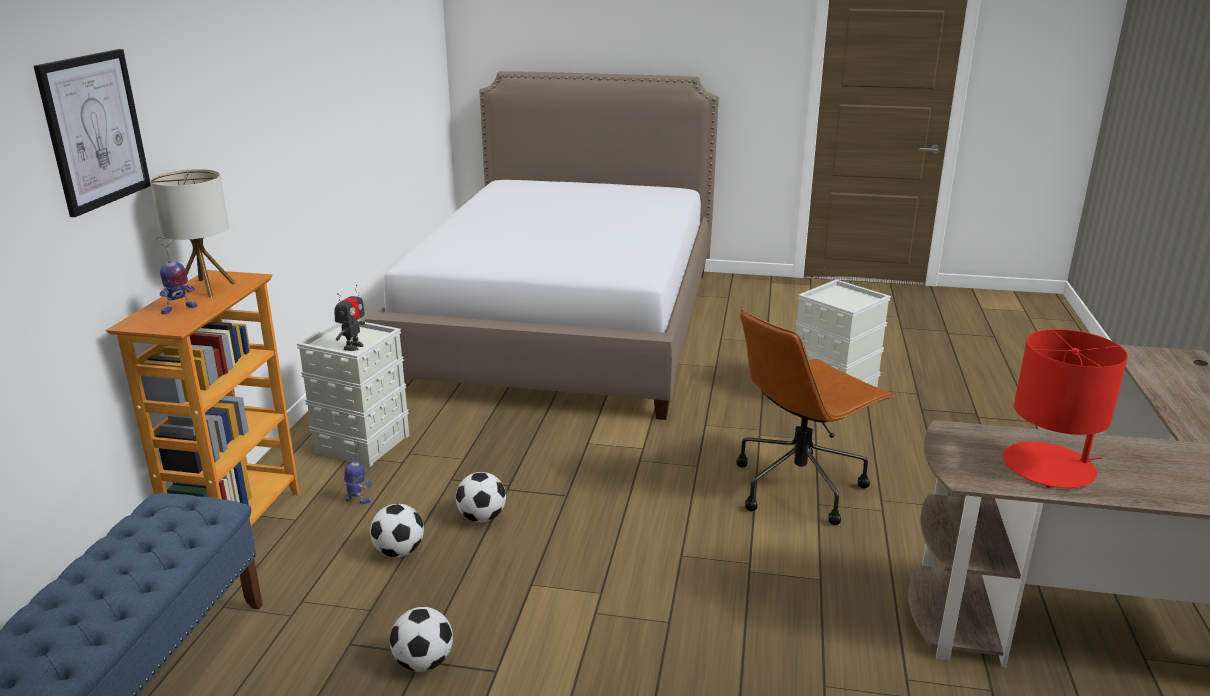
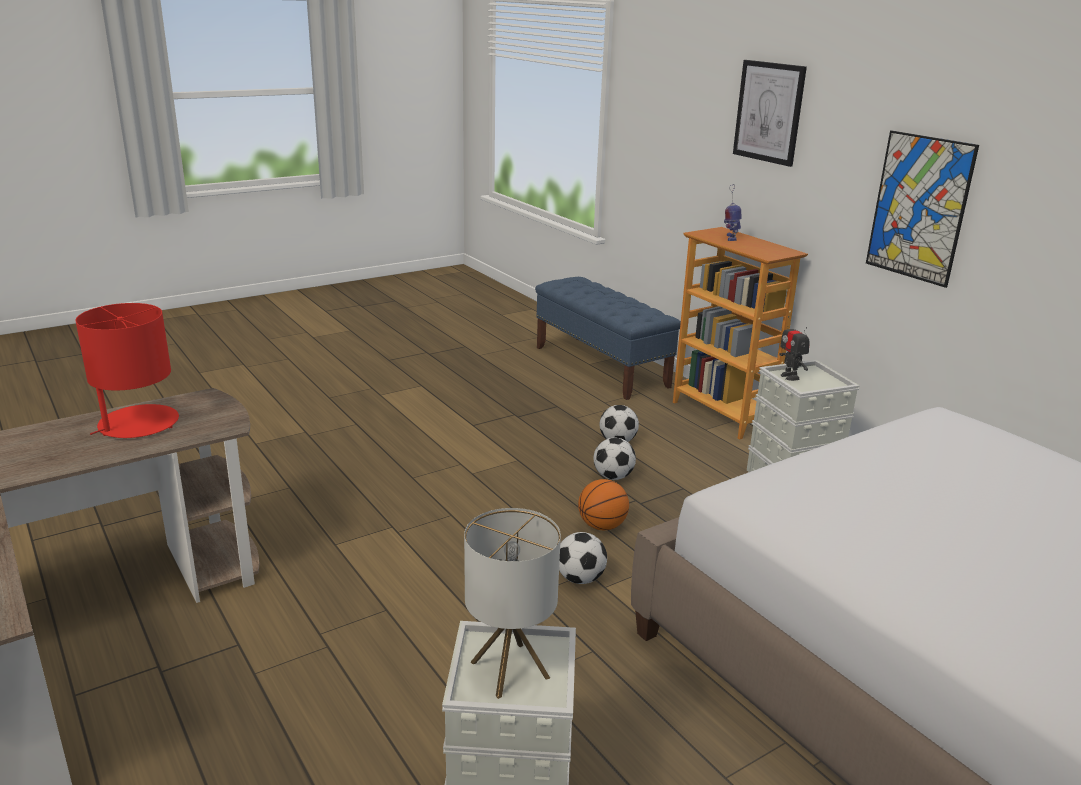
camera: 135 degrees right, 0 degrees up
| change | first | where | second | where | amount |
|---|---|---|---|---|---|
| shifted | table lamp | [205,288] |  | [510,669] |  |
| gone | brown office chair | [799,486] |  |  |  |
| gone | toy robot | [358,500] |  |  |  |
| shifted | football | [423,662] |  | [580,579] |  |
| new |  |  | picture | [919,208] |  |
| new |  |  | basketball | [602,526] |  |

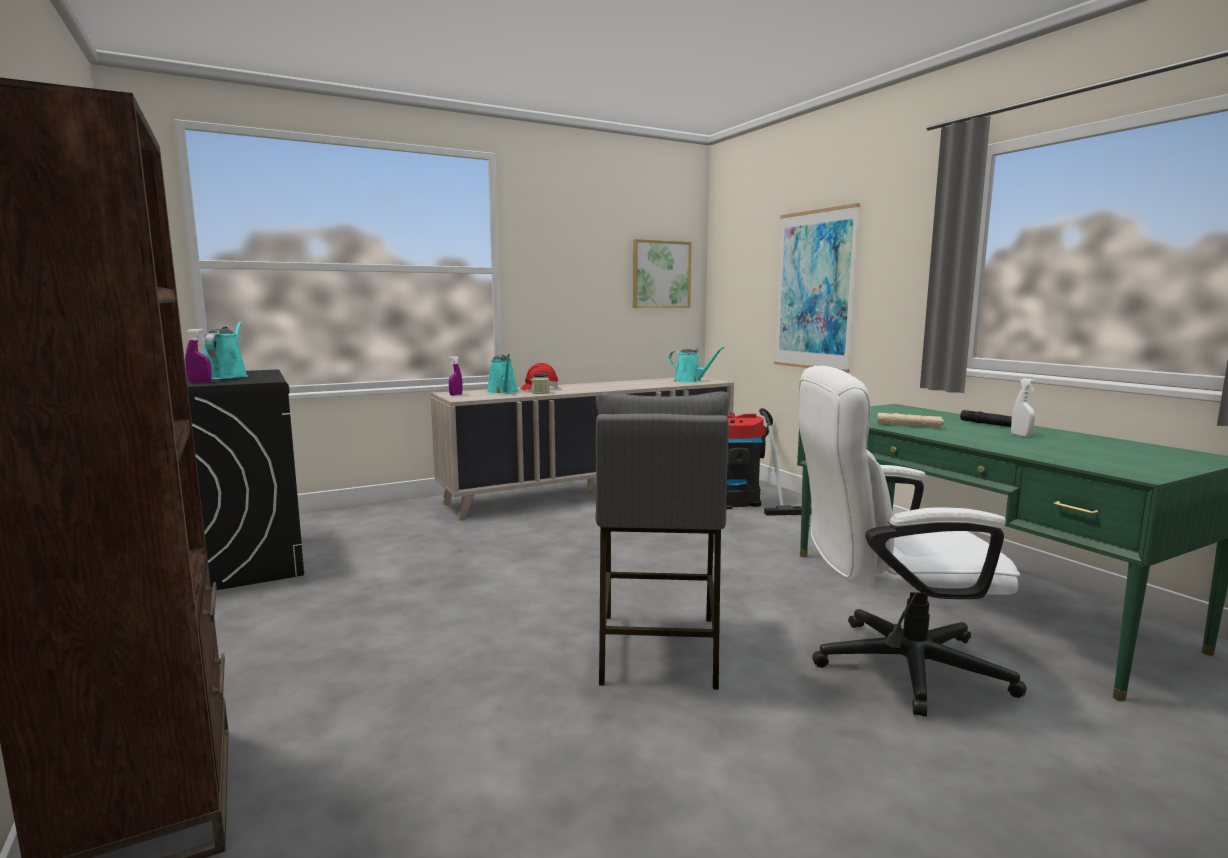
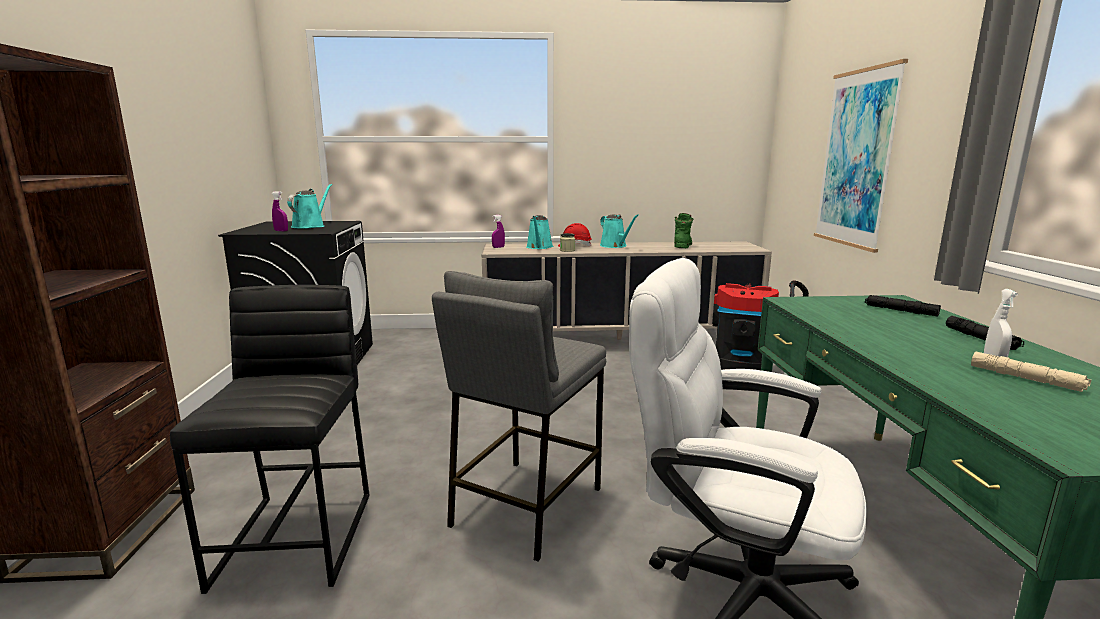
camera: 25 degrees right, 5 degrees up
| change | first | where | second | where | amount |
|---|---|---|---|---|---|
| gone | picture | [661,274] |  |  |  |
| shifted | turquoise watering can | [690,381] |  | [615,246] |  |
| shifted | beige flashlight | [909,425] |  | [1026,379] |  |
| new |  |  | green boot | [682,245] |  |
| new |  |  | black stool | [298,537] |  |
| new |  |  | black flashlight | [900,310] |  |

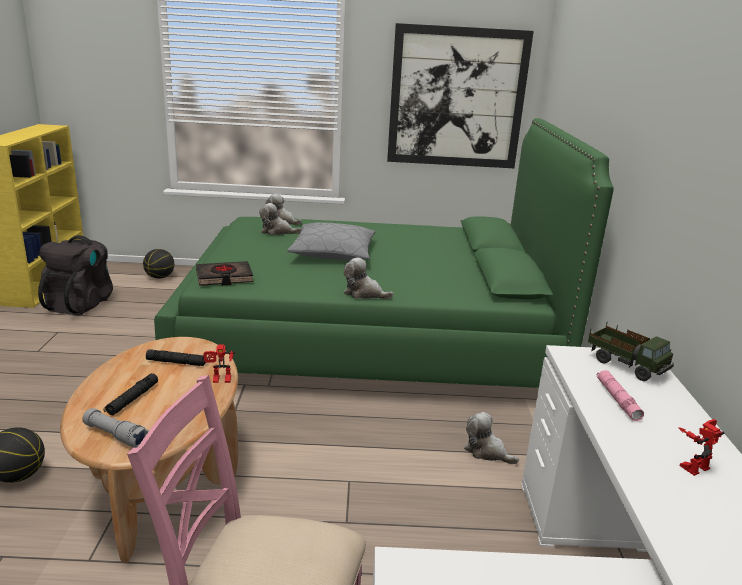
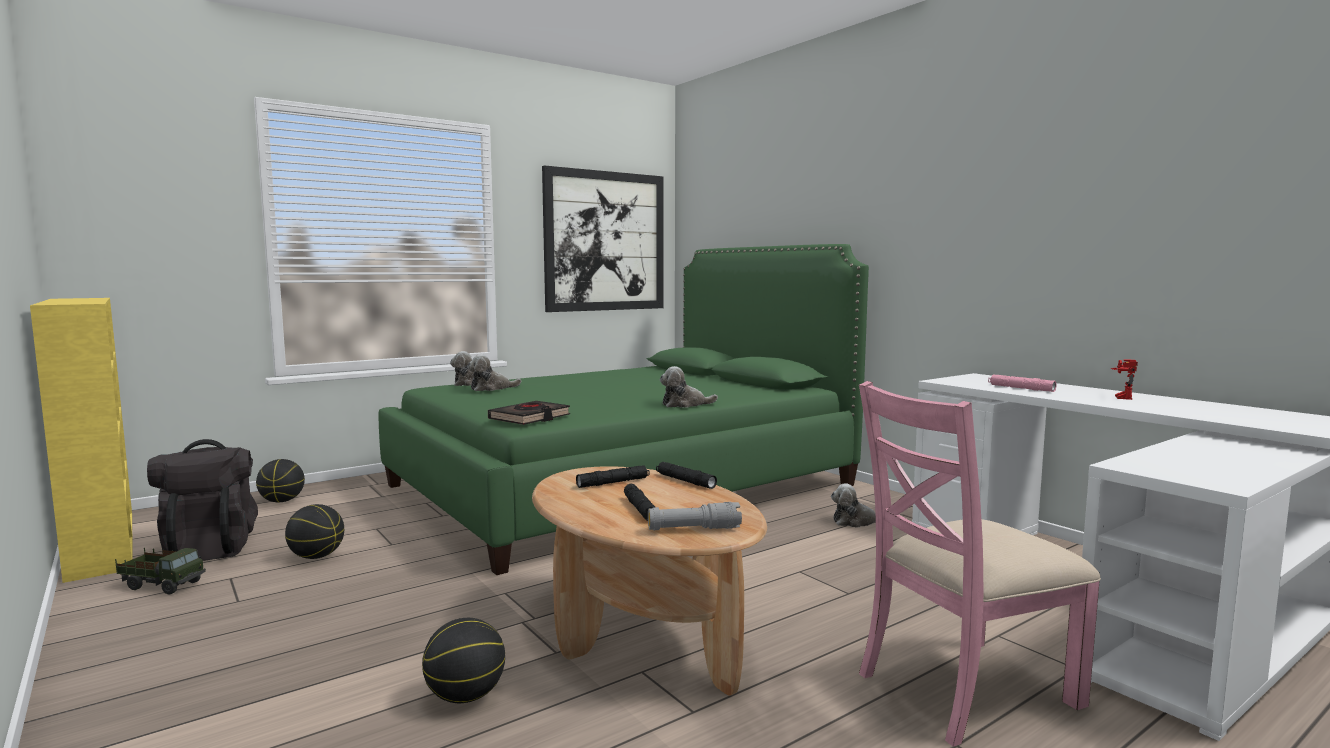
camera: 35 degrees left, 15 degrees down
| change | first | where | second | where | amount |
|---|---|---|---|---|---|
| gone | grey pillow | [333,252] |  |  |  |
| shifted | toy truck | [626,365] |  | [163,585] |  |
| swapped | toy robot | [220,381] | black flashlight | [685,481] |  |
| new |  |  | basketball | [317,556] |  |

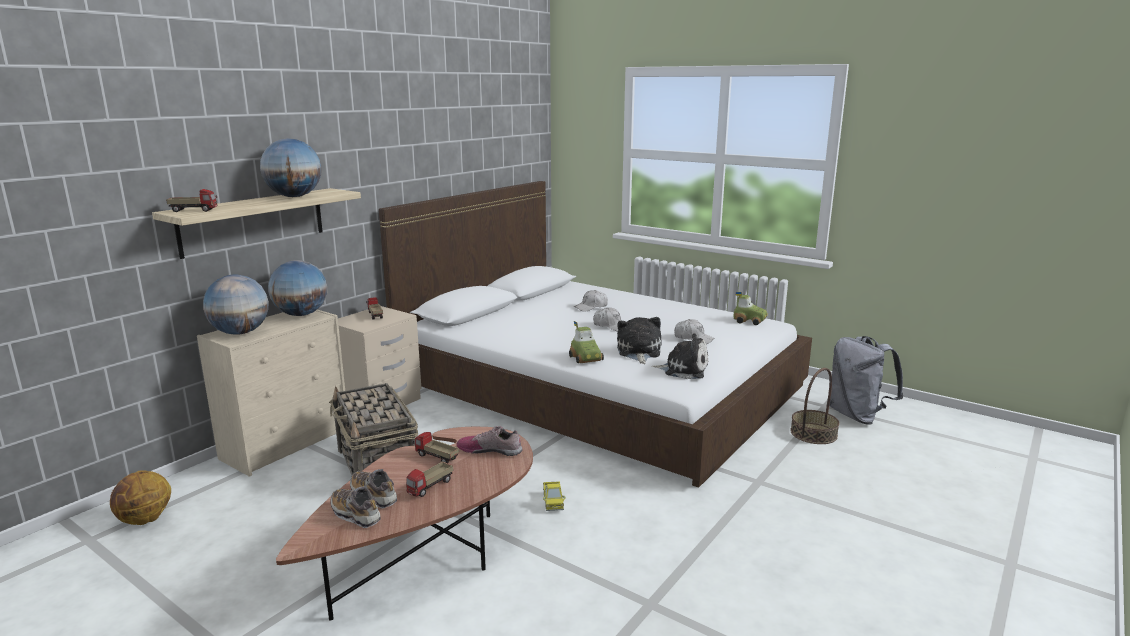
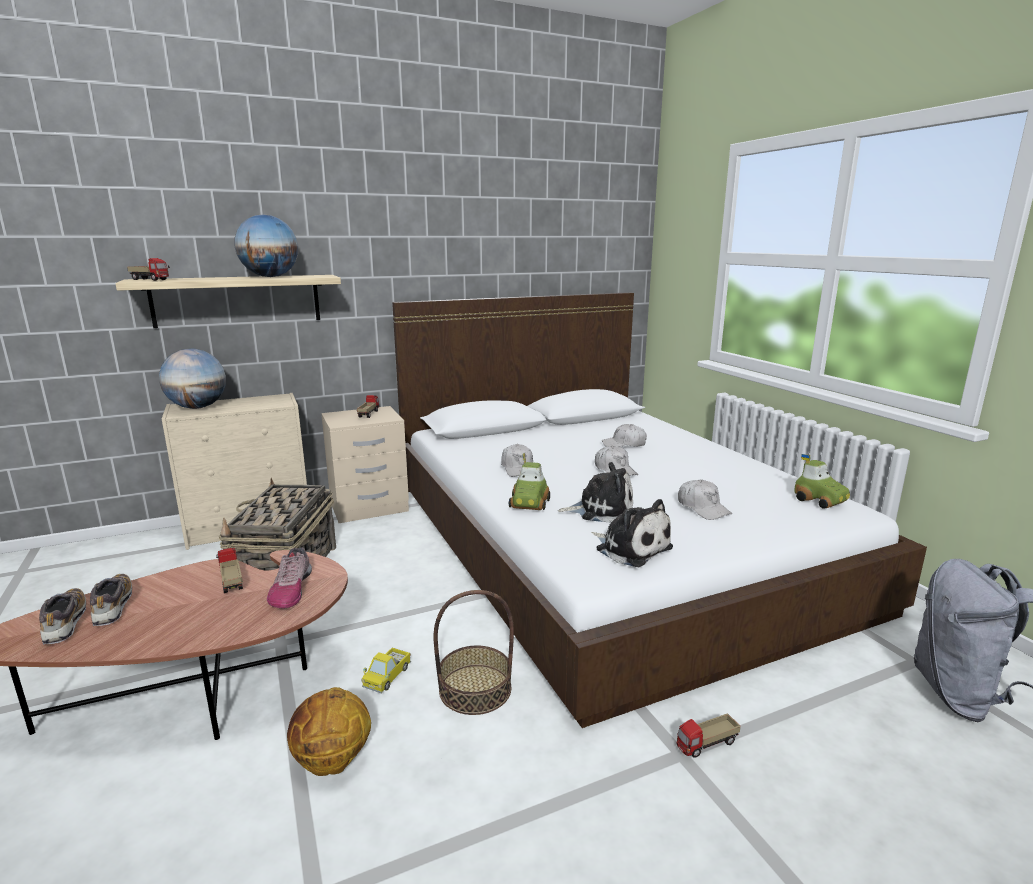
camera: 30 degrees right, 0 degrees up
| change | first | where | second | where | amount |
|---|---|---|---|---|---|
| gone | globe | [301,314] |  |  |  |
| rotated | plush toy | [638,352] |  | [601,510] | 60 degrees clockwise |
| shifted | basket | [813,433] |  | [475,689] |  |
| rotated | shoe | [490,450] |  | [291,589] | 135 degrees counterclockwise |
| shifted | toy truck | [430,487] |  | [707,745] |  |
| shifted | basketball | [145,520] |  | [332,761] |  |
| new |  |  | white cap | [518,468] |  |

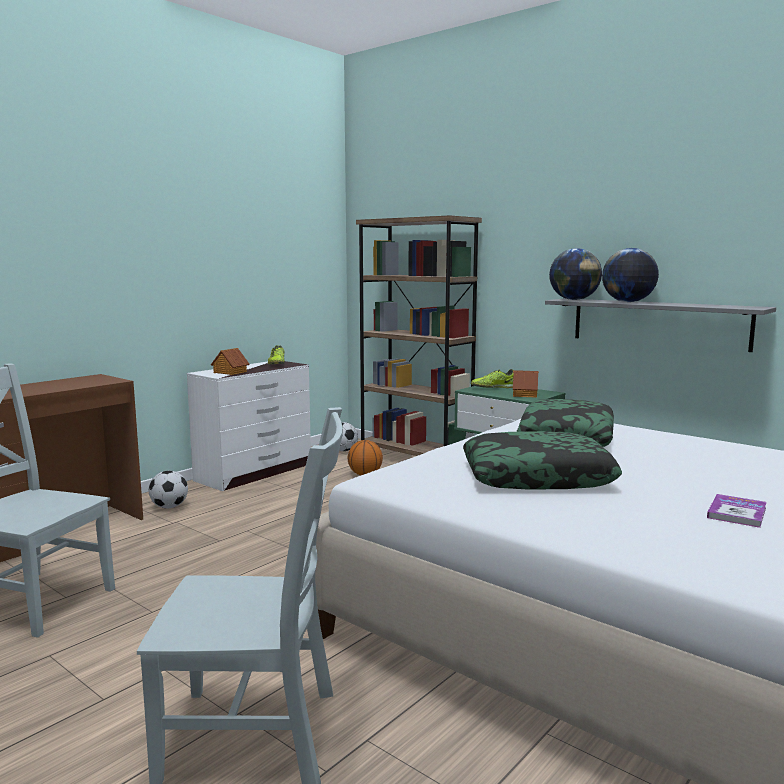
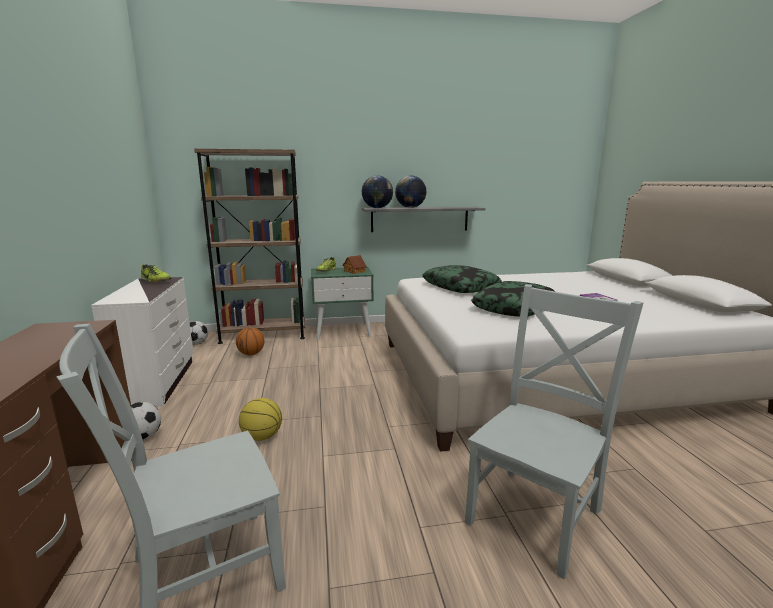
camera: 50 degrees left, 5 degrees up
| change | first | where | second | where | amount |
|---|---|---|---|---|---|
| gone | toy house | [229,372] |  |  |  |
| new |  |  | basketball | [262,437] |  |

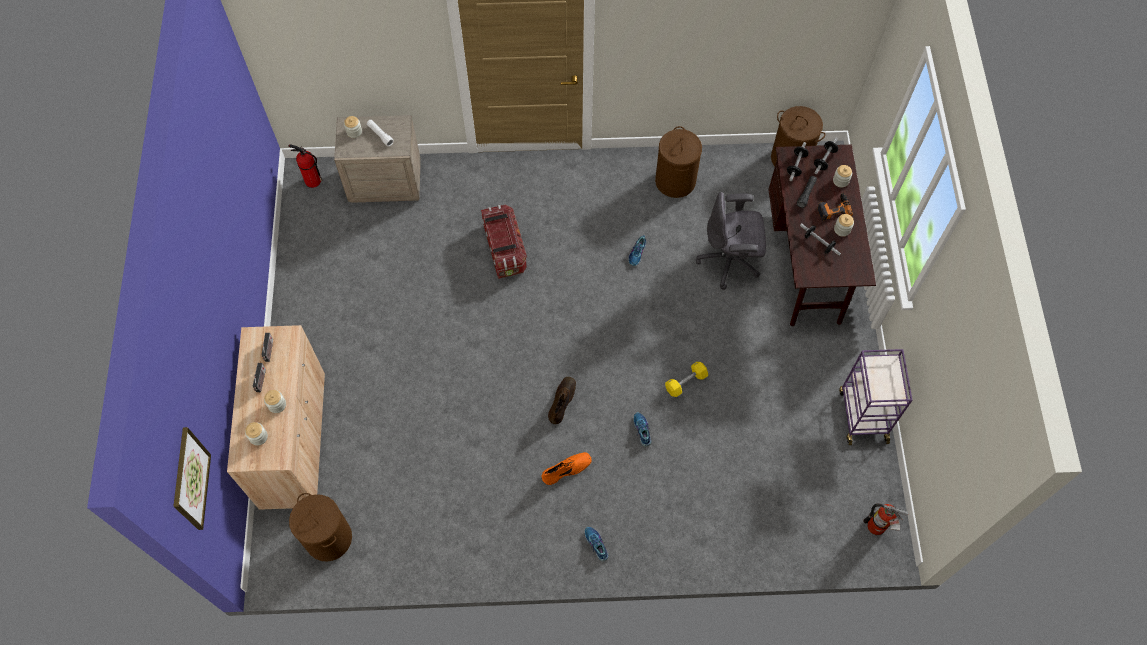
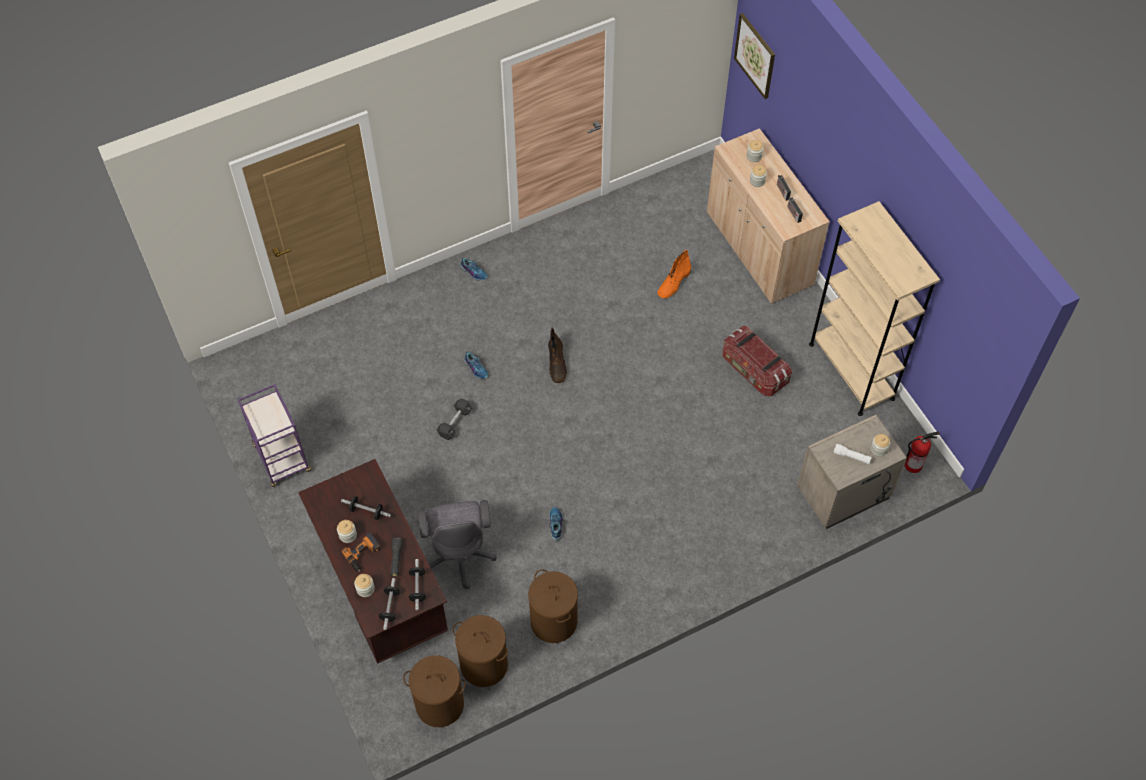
camera: 155 degrees right, 5 degrees down
| change | first | where | second | where | amount |
|---|---|---|---|---|---|
| rotated | grey office chair | [730,261] |  | [460,555] | 105 degrees clockwise |
| shifted | storage box | [504,248] |  | [753,370] |  |
| repainted | yellow dumbbell | [686,382] | black dumbbell | [455,423] |  |
| shifted | orange boot | [567,469] |  | [673,283] |  |
| shifted | brown laundry basket | [328,538] |  | [483,664] |  |
| gone | fire extinguisher | [878,529] |  |  |  |
| new |  |  | beige bookcase | [851,371] |  |

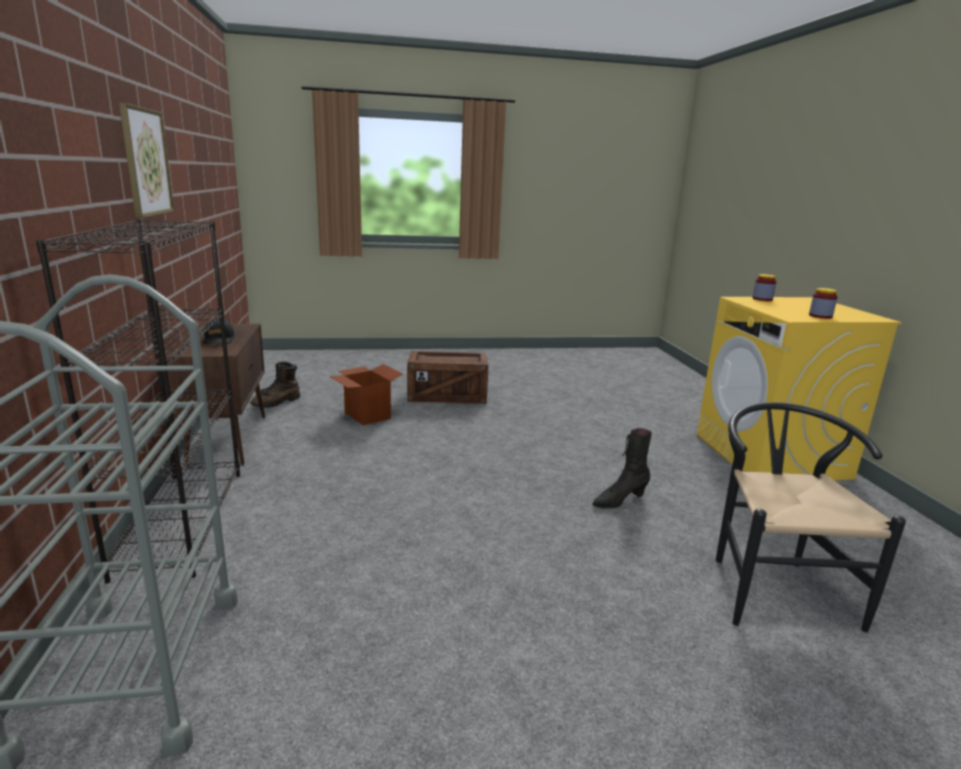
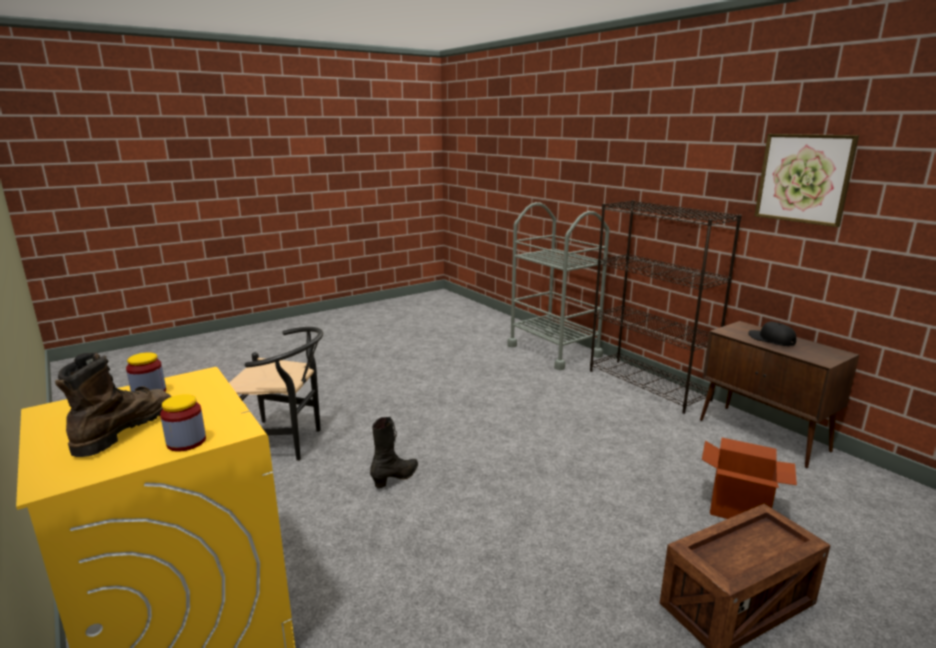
camera: 155 degrees right, 0 degrees up
| change | first | where | second | where | amount |
|---|---|---|---|---|---|
| shifted | brown boot | [276,402] |  | [124,430] |  |
| rotated | black chair | [772,586] |  | [284,443] | 60 degrees counterclockwise |

